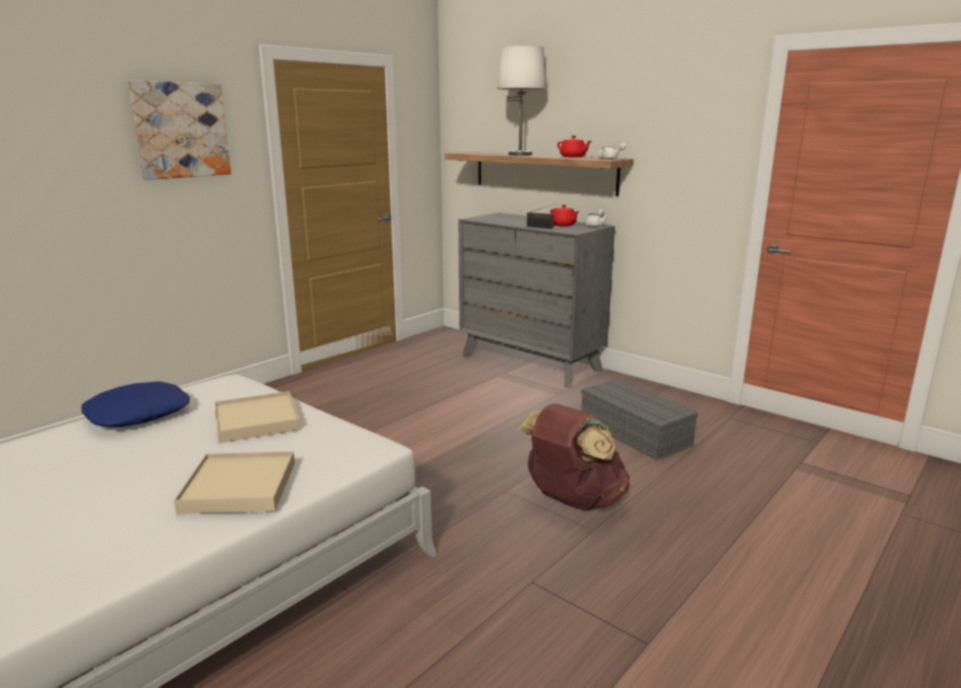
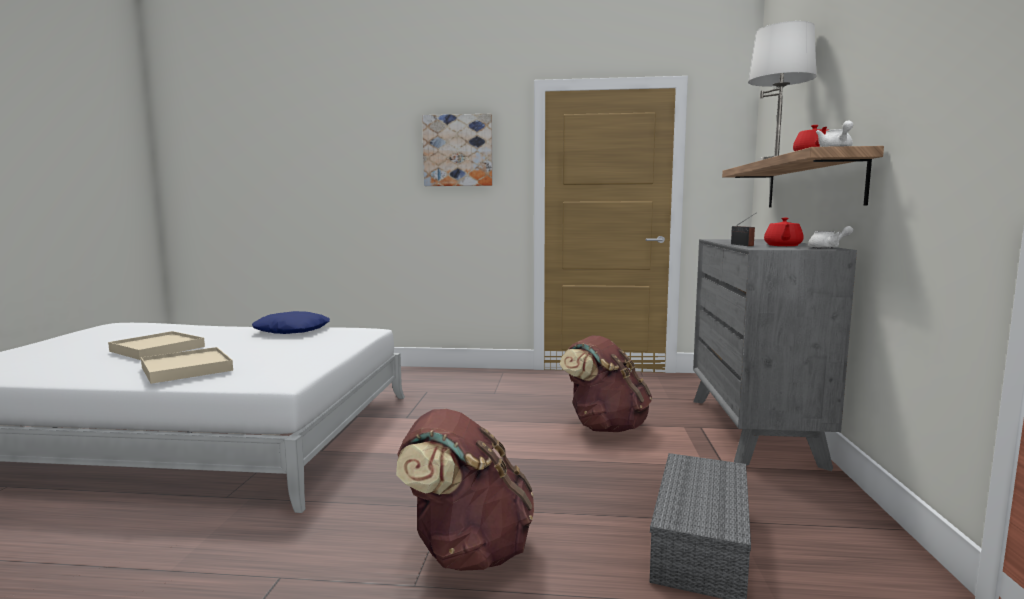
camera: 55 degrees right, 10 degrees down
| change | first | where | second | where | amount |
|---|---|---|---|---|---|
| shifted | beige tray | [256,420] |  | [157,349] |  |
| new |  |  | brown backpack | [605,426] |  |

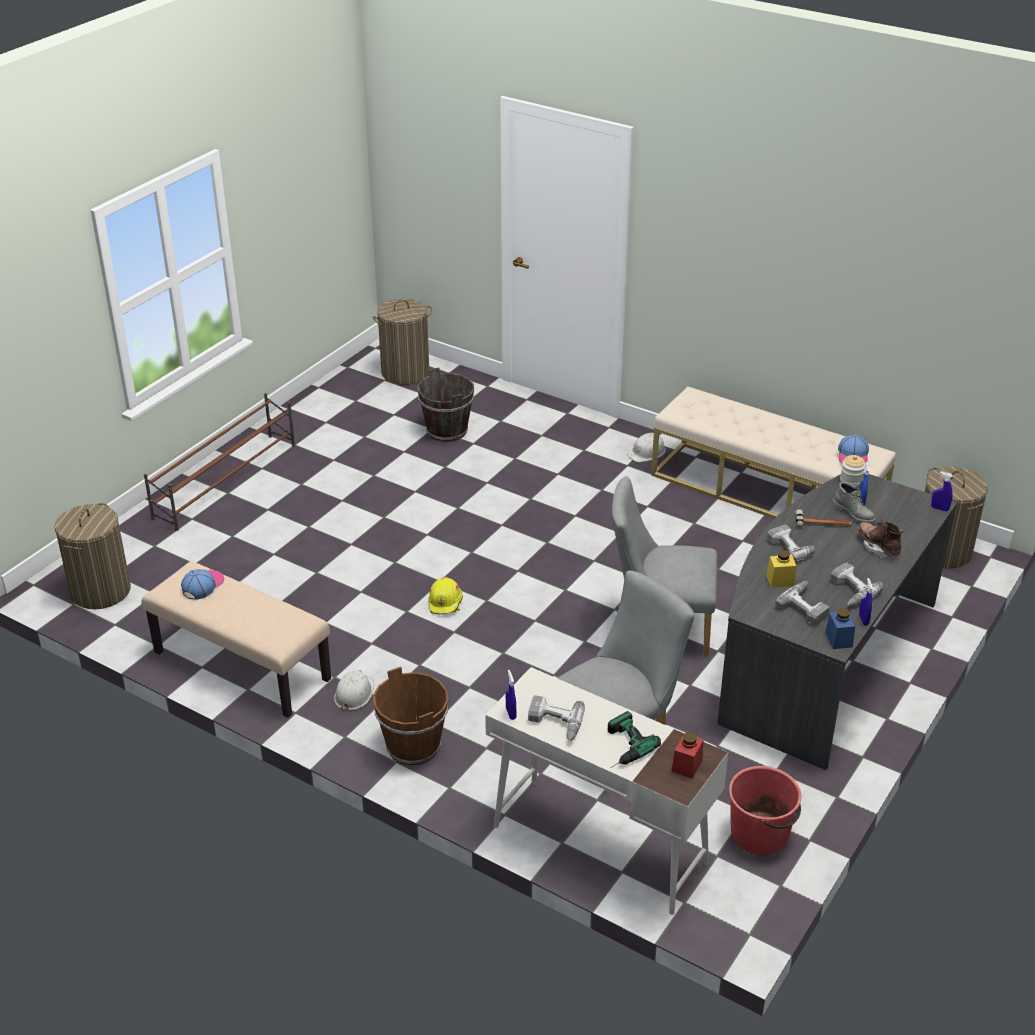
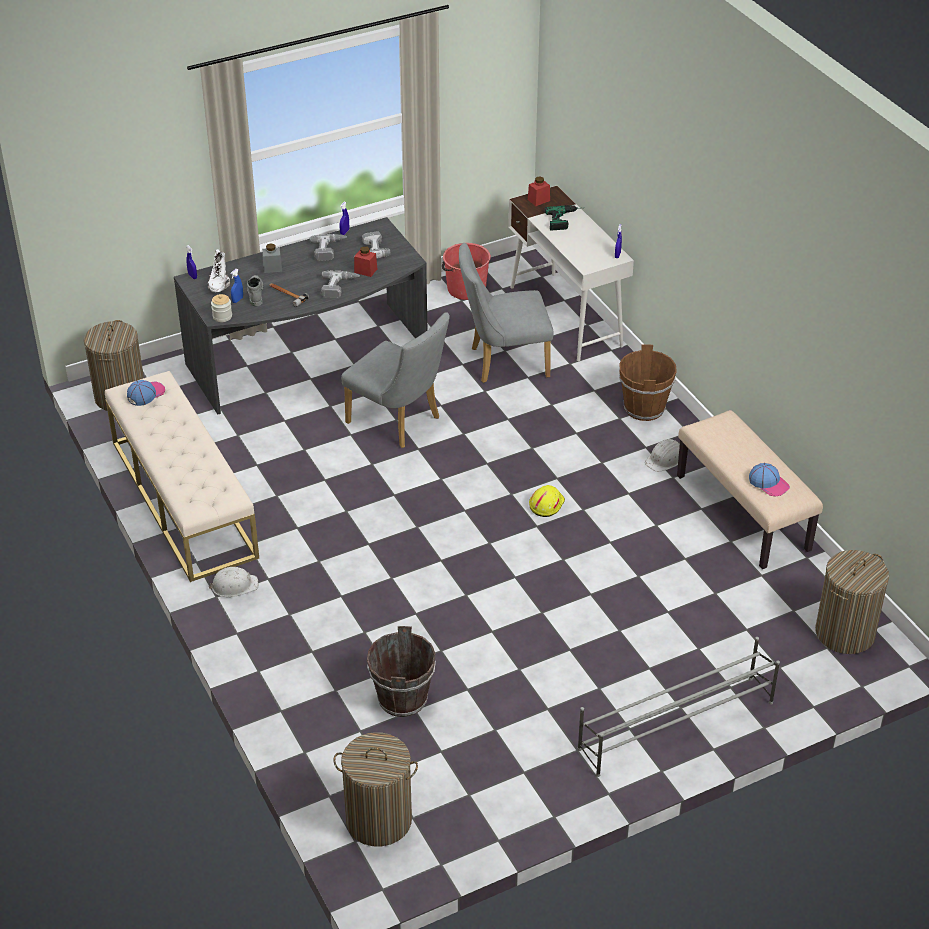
camera: 150 degrees left, 5 degrees up
| change | first | where | second | where | amount |
|---|---|---|---|---|---|
| repainted | brown shoe rack | [226,480] | grey shoe rack | [675,725] |  |
| swapped | brown boot | [878,547] | grey jar | [272,268] |  |
| repainted | yellow jar | [780,580] | red jar | [365,270] |  |
| rotated | cap | [203,585] |  | [769,483] | 105 degrees counterclockwise |
| gone | blue jar | [838,639] |  |  |  |
| gone | power drill | [554,724] |  |  |  |
| new |  |  | white boot | [219,285] |  |

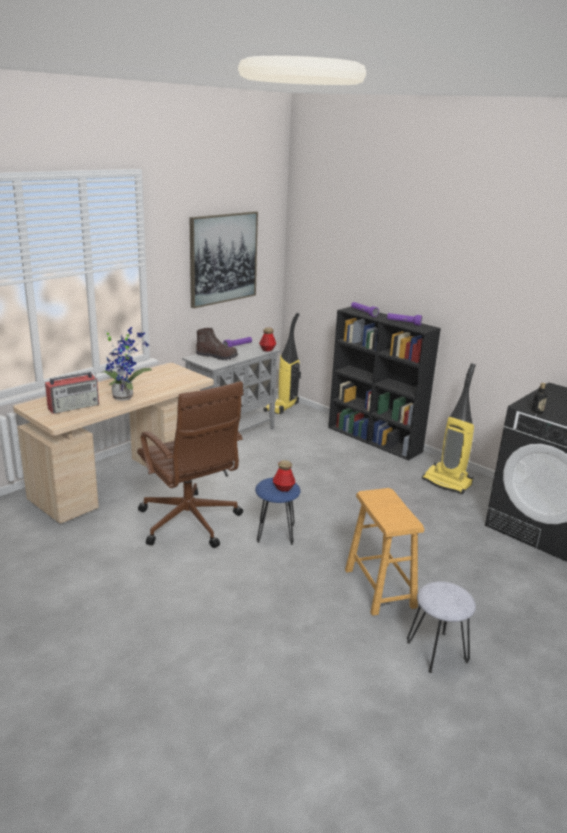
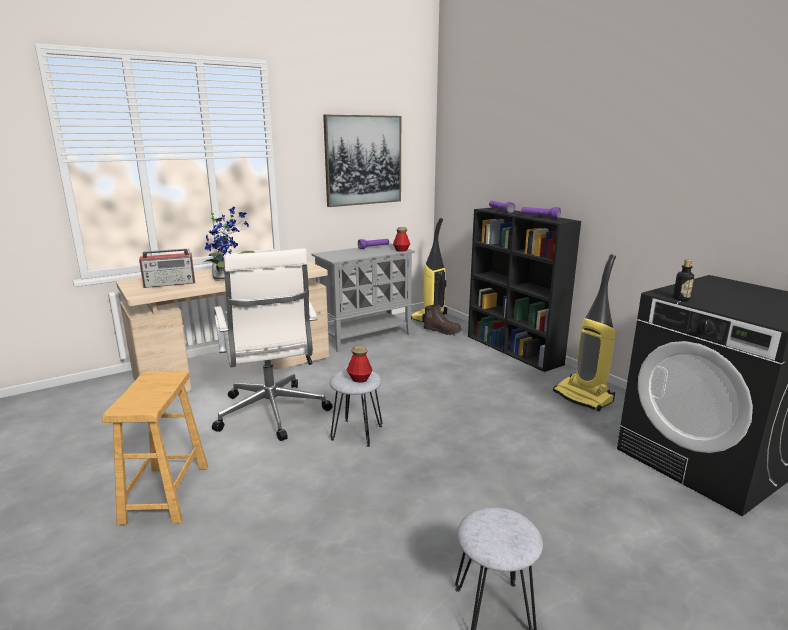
camera: 15 degrees right, 5 degrees down
| change | first | where | second | where | amount |
|---|---|---|---|---|---|
| shifted | brown boot | [217,357] |  | [442,331] |  |
| repainted | brown office chair | [190,523] | white office chair | [272,414] |  |
| repainted | blue stool | [276,533] | grey stool | [357,432] |  |
| shifted | brown stool | [380,588] |  | [166,493] |  |

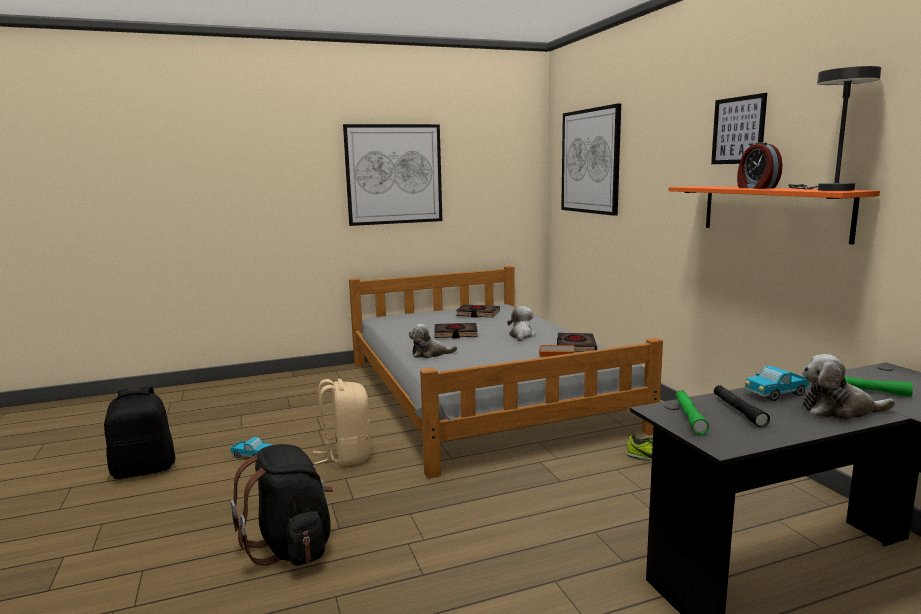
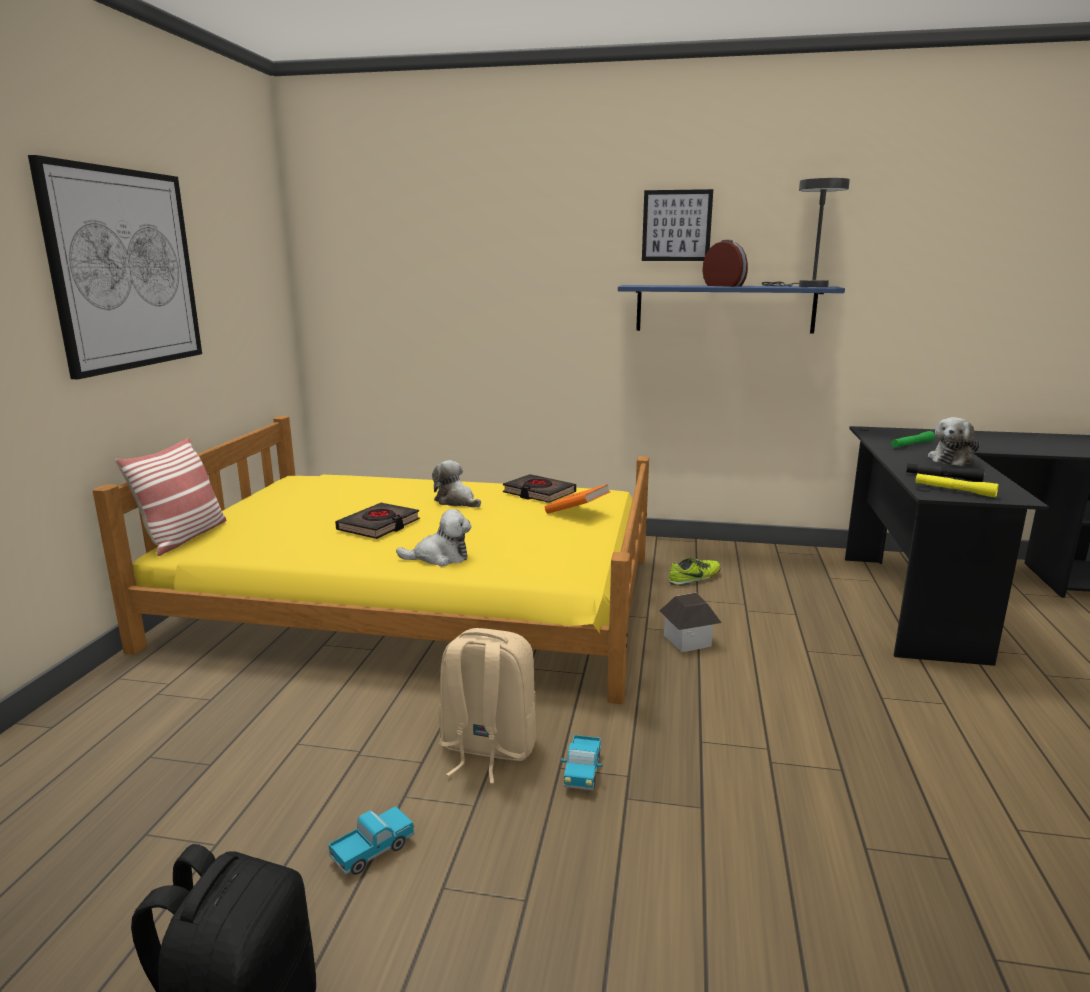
camera: 60 degrees left, 5 degrees up
| change | first | where | second | where | amount |
|---|---|---|---|---|---|
| gone | picture | [590,161] |  |  |  |
| rotated | alarm clock | [756,188] |  | [724,286] | 150 degrees counterclockwise |
| repainted | orange shelf | [772,211] | blue shelf | [724,309] |  |
| repainted | grey bed | [482,393] | yellow bed | [421,599] |  |
| gone | black book | [478,314] |  |  |  |
| rotated | plush toy | [430,354] |  | [440,557] | 120 degrees counterclockwise |
| shifted | toy truck | [775,394] |  | [582,773] |  |
| repainted | green flashlight | [689,417] | yellow flashlight | [954,490] |  |
| gone | black backpack | [292,547] |  |  |  |
| new |  |  | pillow | [184,537] |  |
| new |  |  | toy house | [688,640] |  |

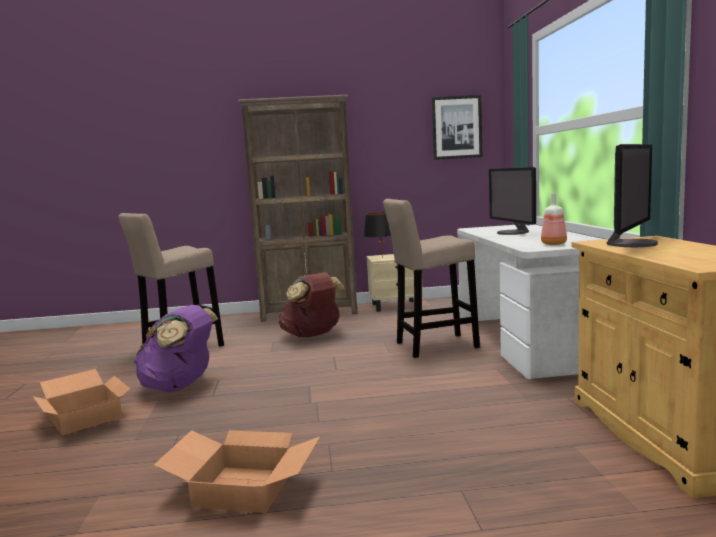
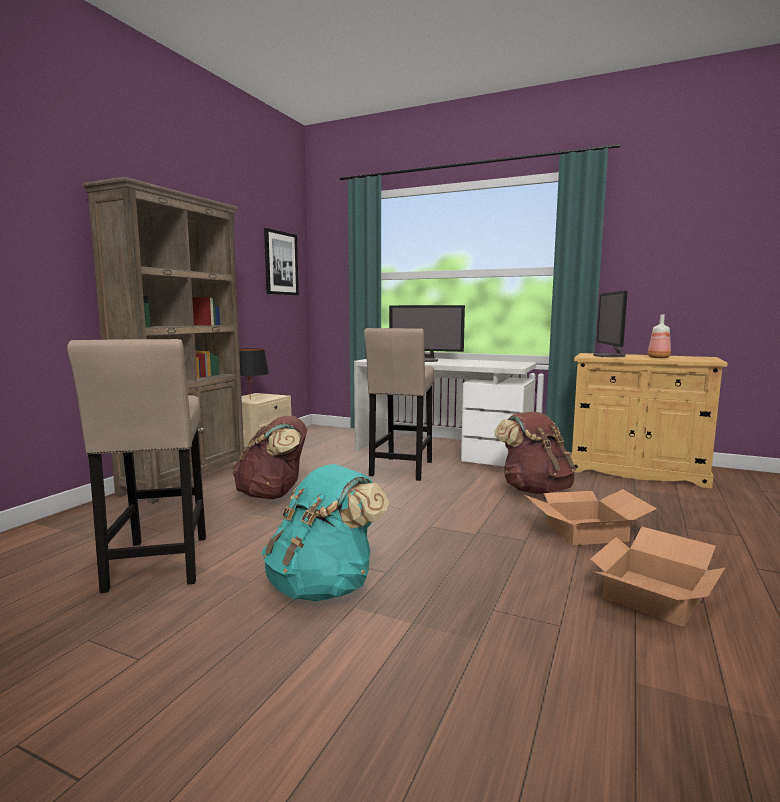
camera: 60 degrees left, 0 degrees up
| change | first | where | second | where | amount |
|---|---|---|---|---|---|
| rotated | monitor | [631,244] |  | [609,356] | 150 degrees counterclockwise |
| shifted | bottle | [554,244] |  | [658,357] |  |
| repainted | purple backpack | [180,386] | turquoise backpack | [324,586] |  |
| shifted | cardboard box | [86,417] |  | [586,531] |  |
| new |  |  | brown backpack | [535,490] |  |

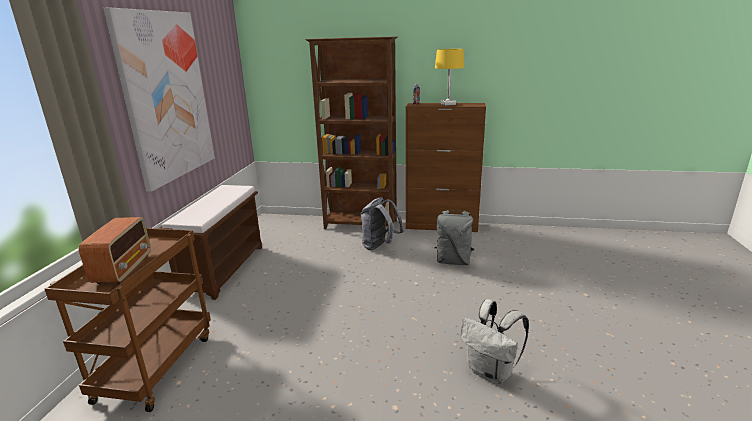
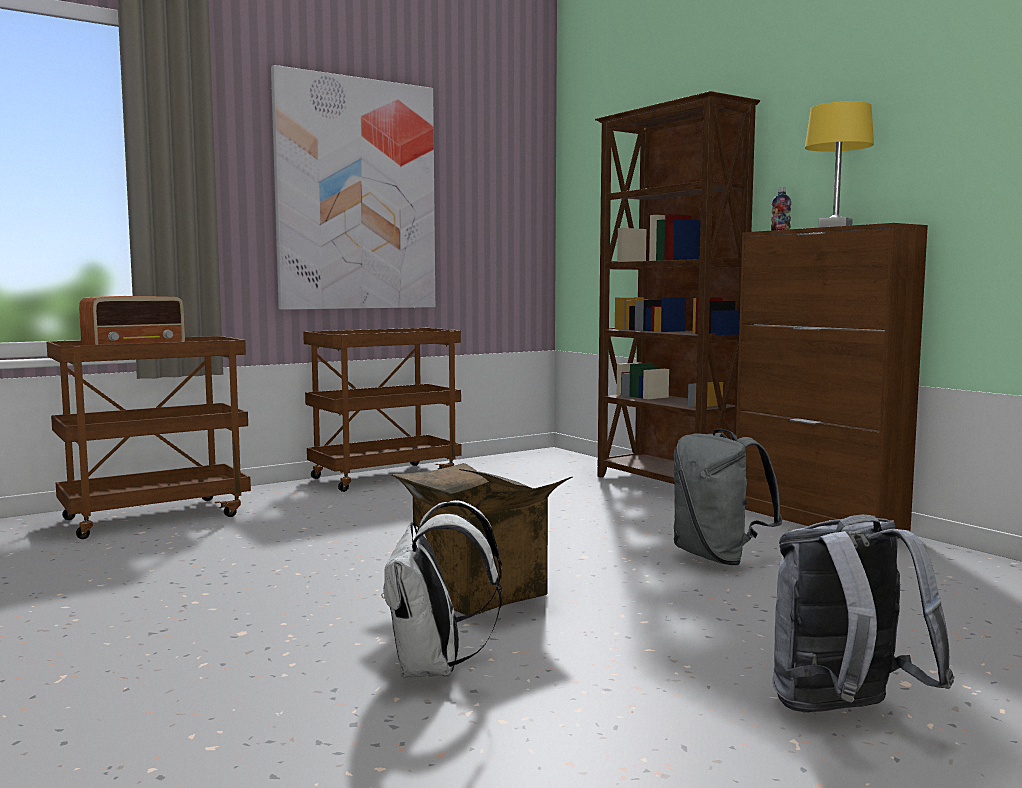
camera: 45 degrees right, 15 degrees down
| change | first | where | second | where | amount |
|---|---|---|---|---|---|
| swapped | brown bench | [223,269] | brown cart | [385,476] |  |
| shifted | grey backpack | [379,246] |  | [844,713] |  |
| new |  |  | cardboard box | [473,593] |  |

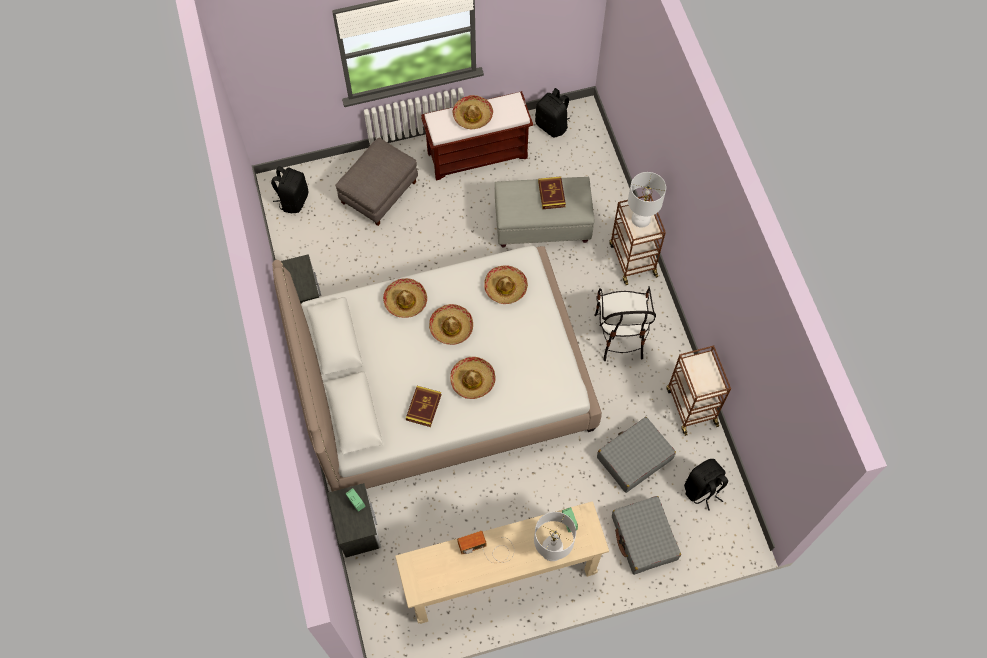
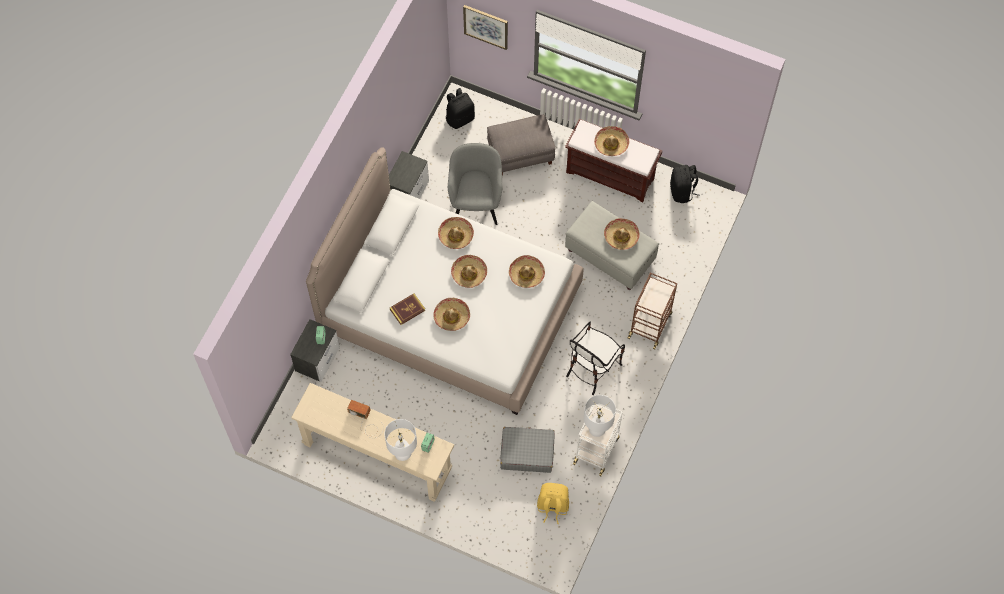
camera: 40 degrees right, 0 degrees up
| change | first | where | second | where | amount |
|---|---|---|---|---|---|
| shifted | white table lamp | [641,218] |  | [597,428] |  |
| swapped | book | [551,194] | hat | [621,236] |  |
| repainted | brown cart | [691,405] | white cart | [596,449] |  |
| repainted | black backpack | [702,489] | yellow backpack | [552,506] |  |
| gone | grey suitcase | [644,538] |  |  |  |
| new |  |  | picture | [486,26] |  |
| new |  |  | grey armchair | [476,203] |  |

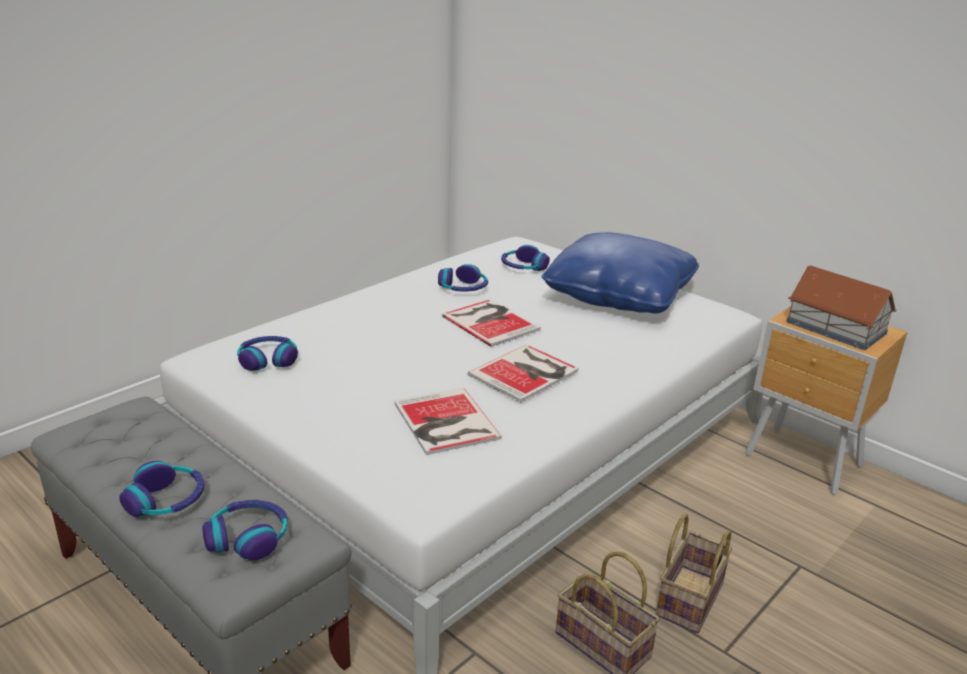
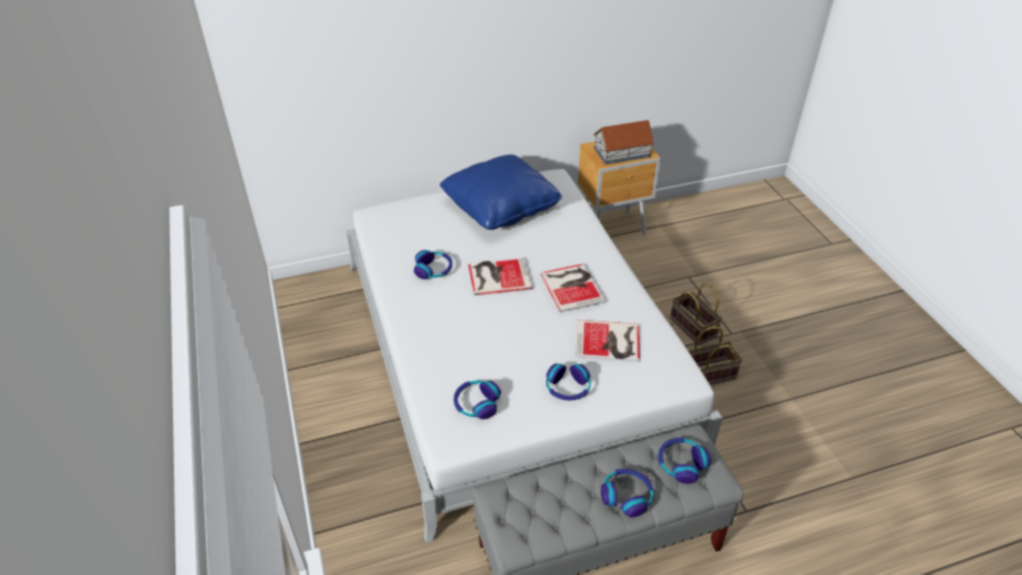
camera: 60 degrees left, 15 degrees up
| change | first | where | second | where | amount |
|---|---|---|---|---|---|
| shifted | headphones | [523,267] |  | [568,387] |  |

